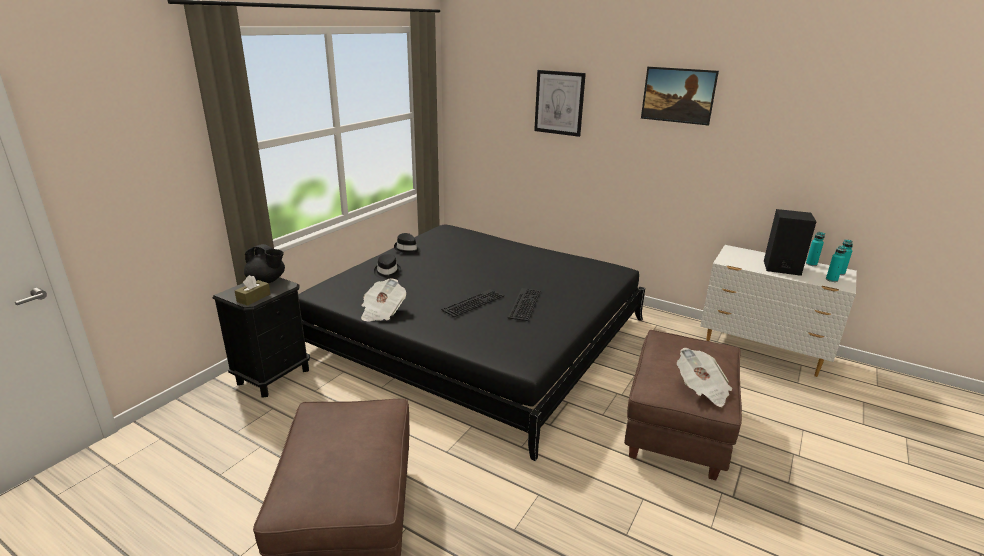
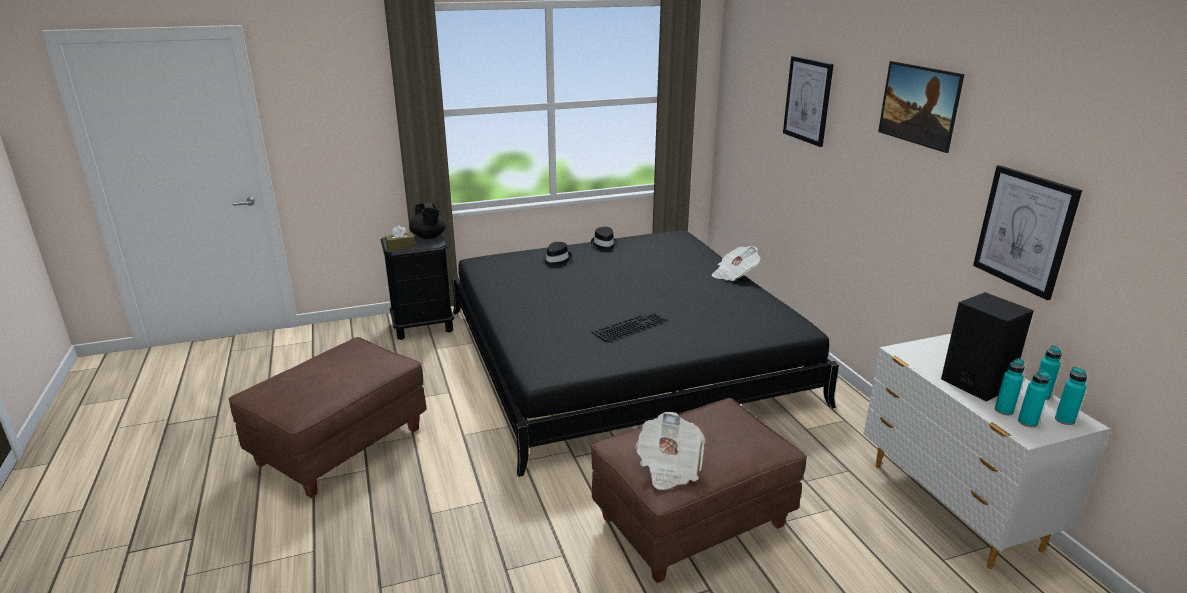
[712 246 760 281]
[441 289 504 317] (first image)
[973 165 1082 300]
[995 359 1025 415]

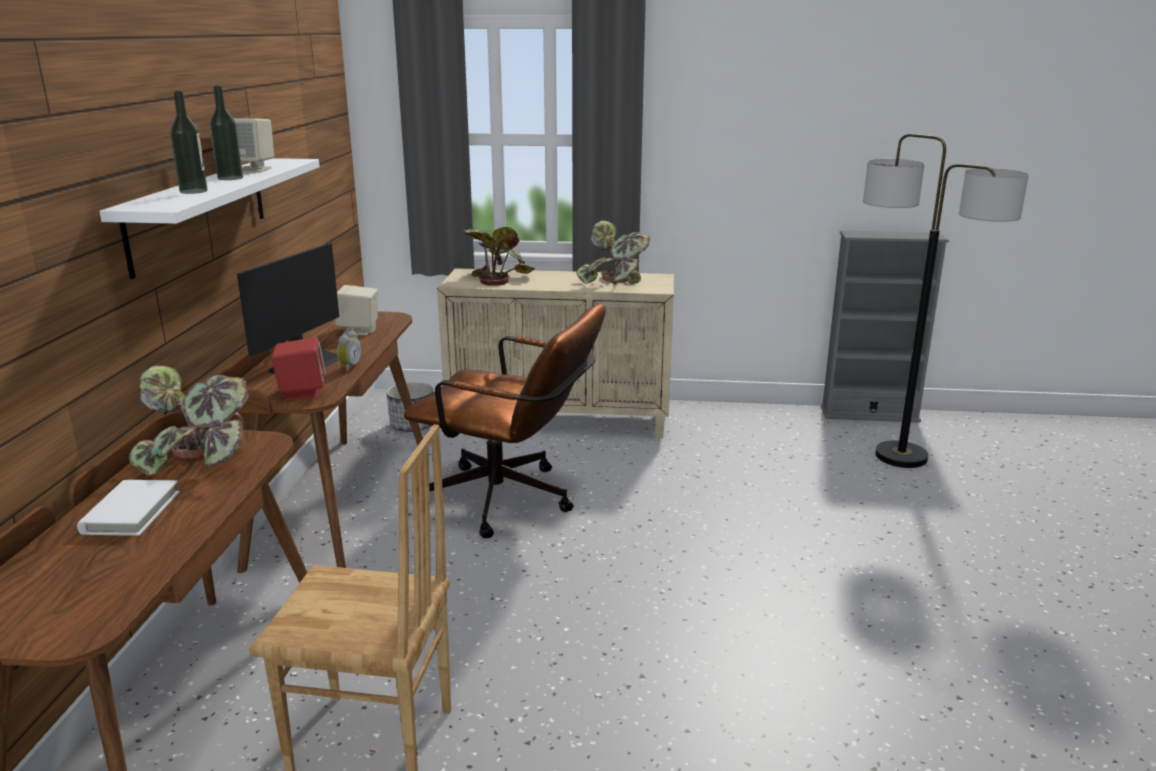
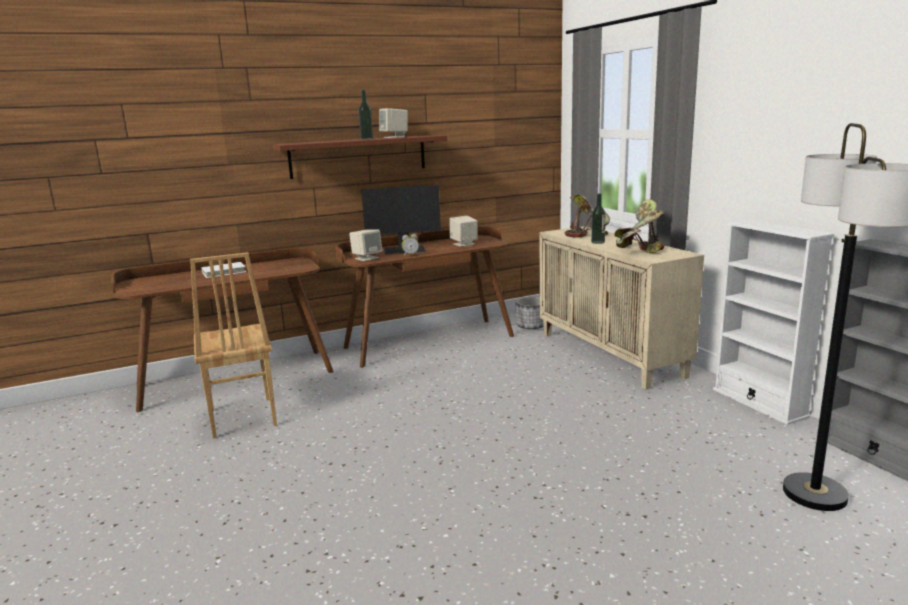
[591 193 606 244]
[273 135 447 179]
[404 304 606 538] (first image)
[349 229 382 261]
[129 366 249 475] (first image)
[713 220 834 425]

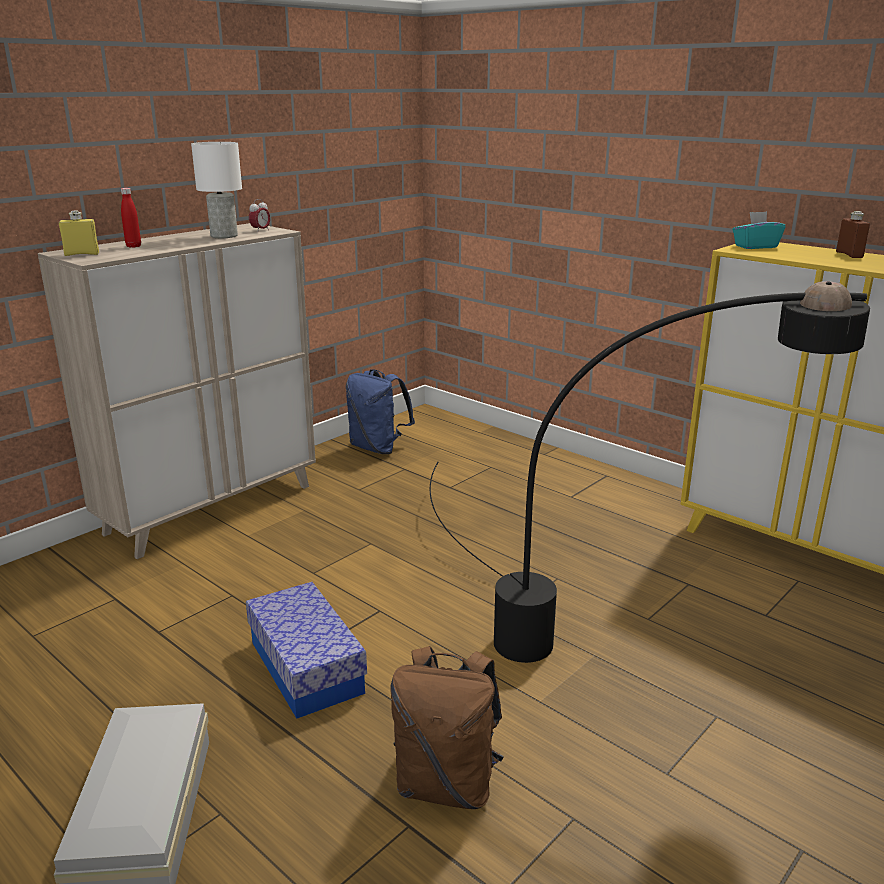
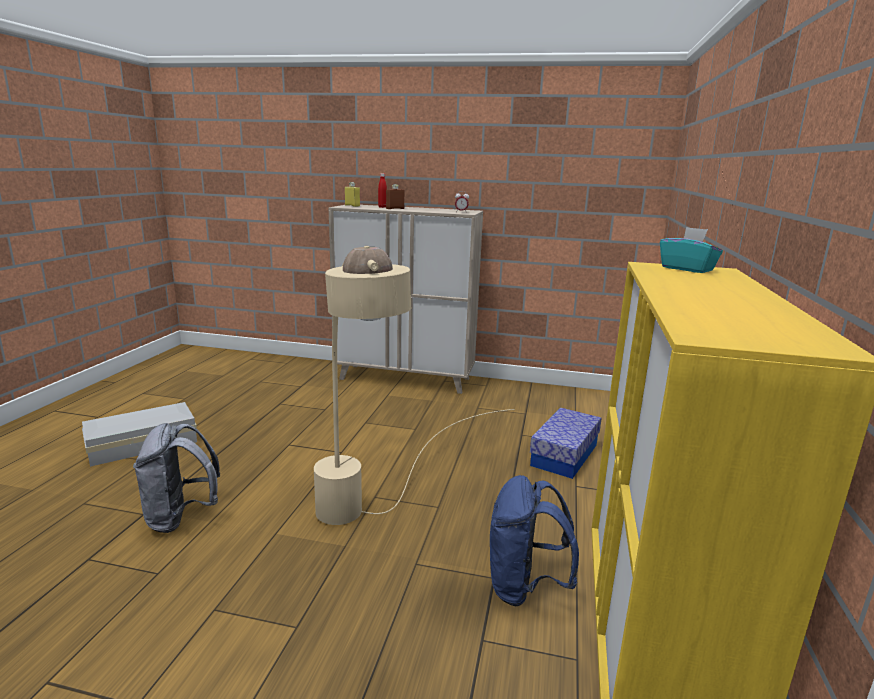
[191 142 242 238] (first image)
[386 184 405 209]
[314 246 515 525]
[490 475 579 606]
[530 407 602 479]
[133 423 221 533]

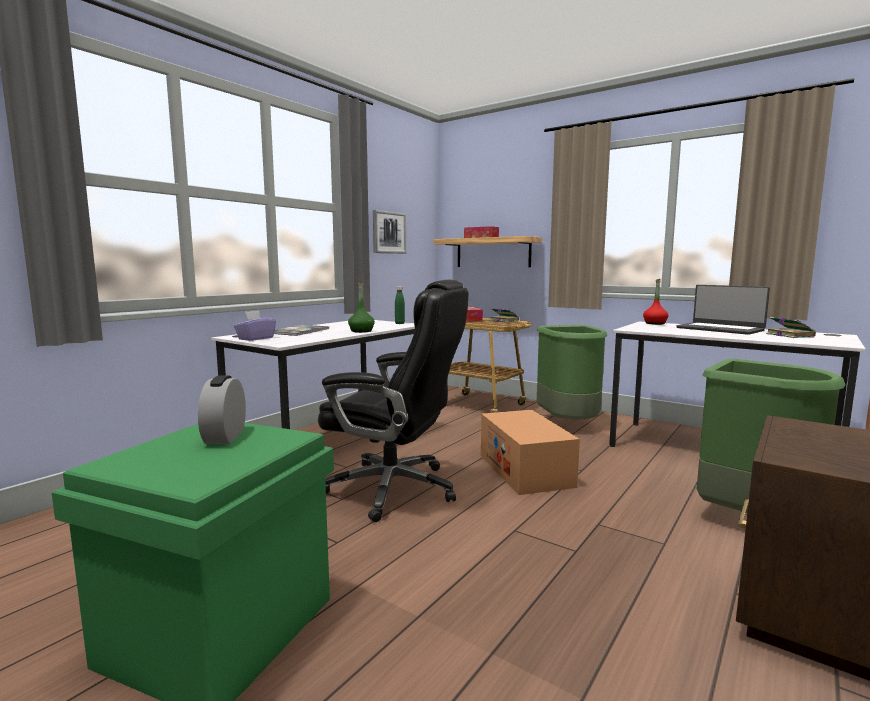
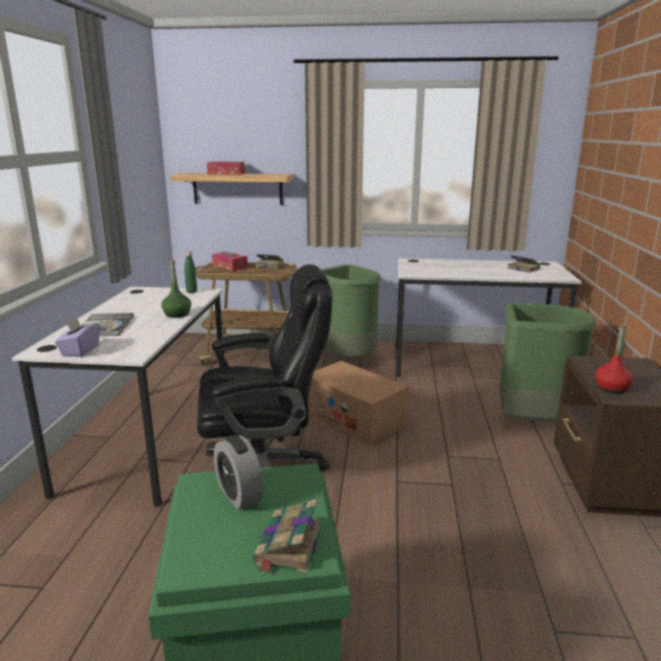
[373 210 406 254] (first image)
[595 325 633 393]
[676 285 770 335] (first image)
[252 499 322 574]

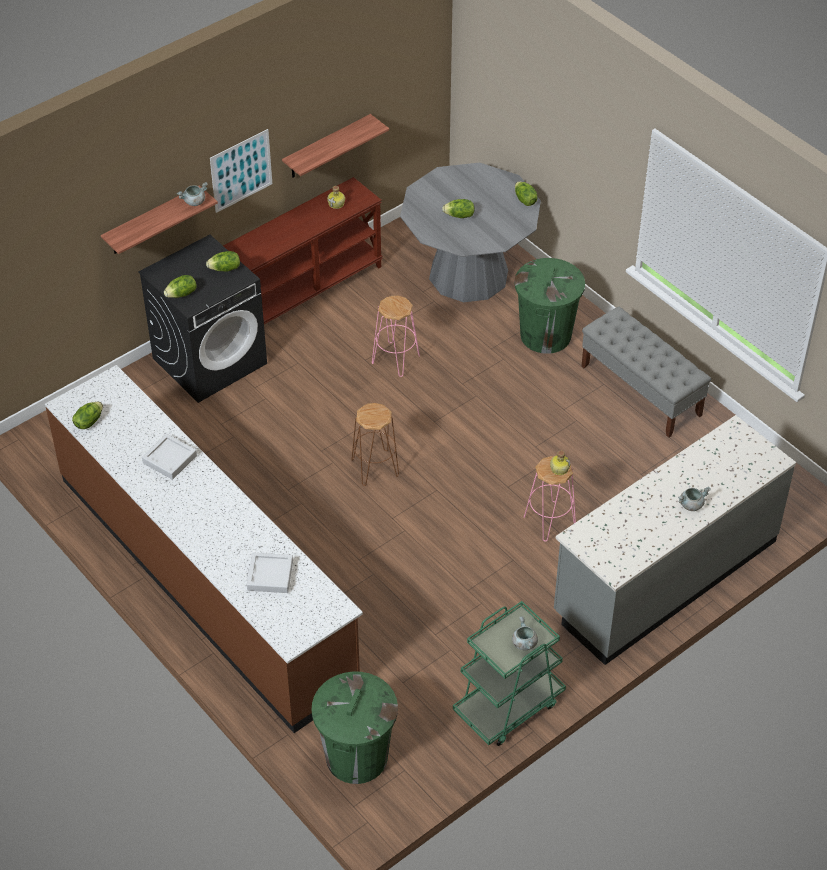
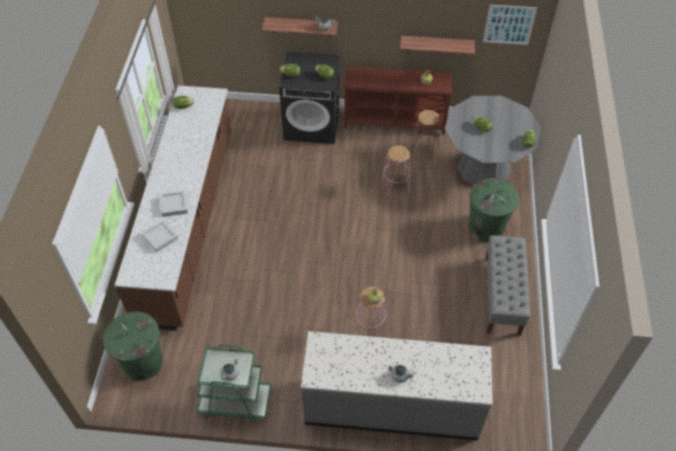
[483 5 537 45]
[410 110 440 160]
[160 190 188 217]

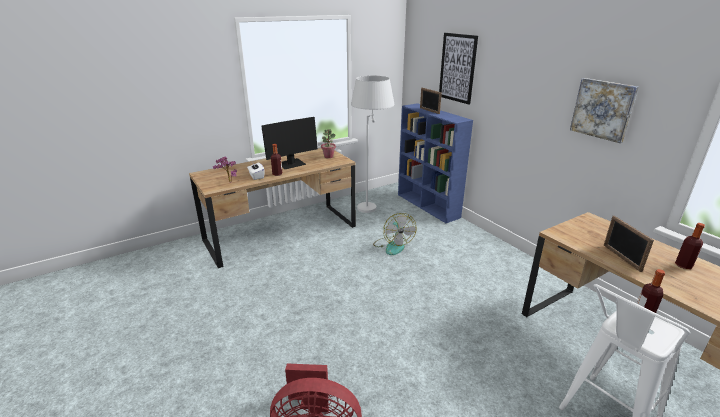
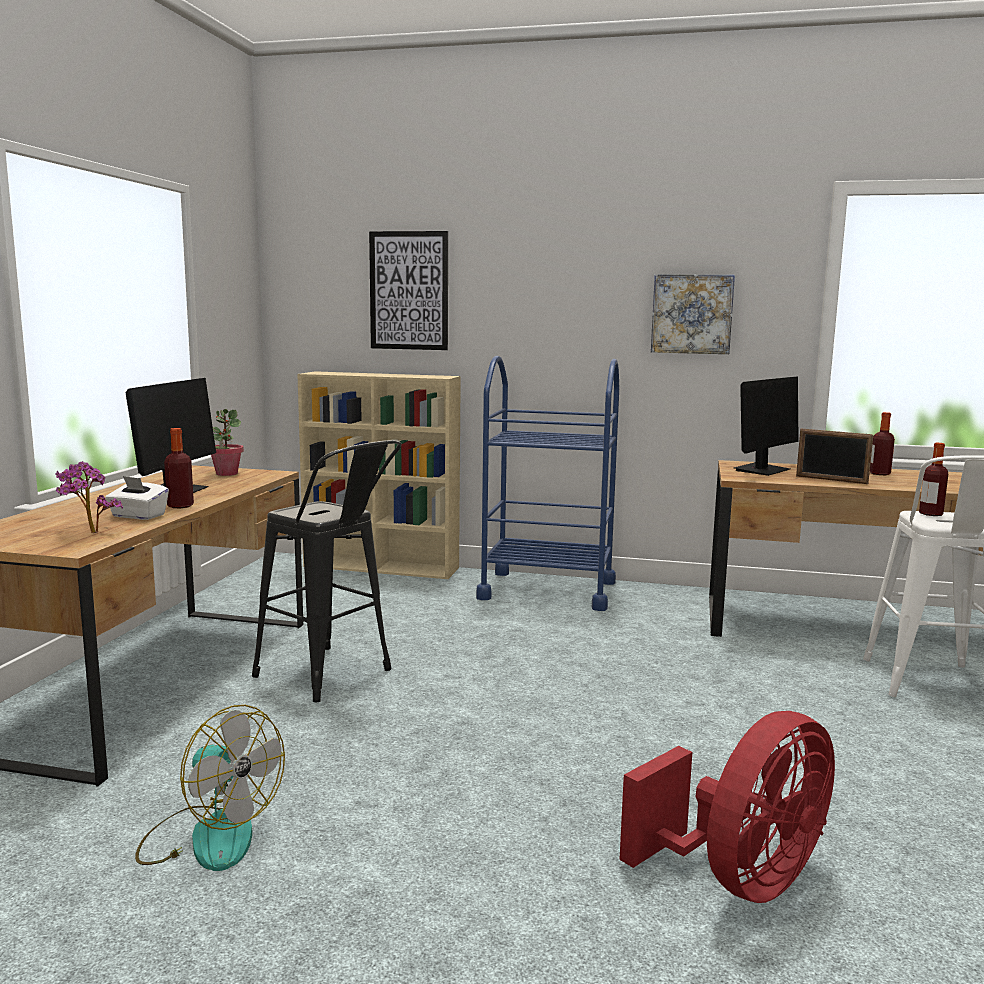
[351 76 394 213] (first image)
[420 88 442 114] (first image)
[297 371 461 579]
[135 705 285 871]
[476 356 619 611]
[734 377 799 476]
[252 440 402 702]

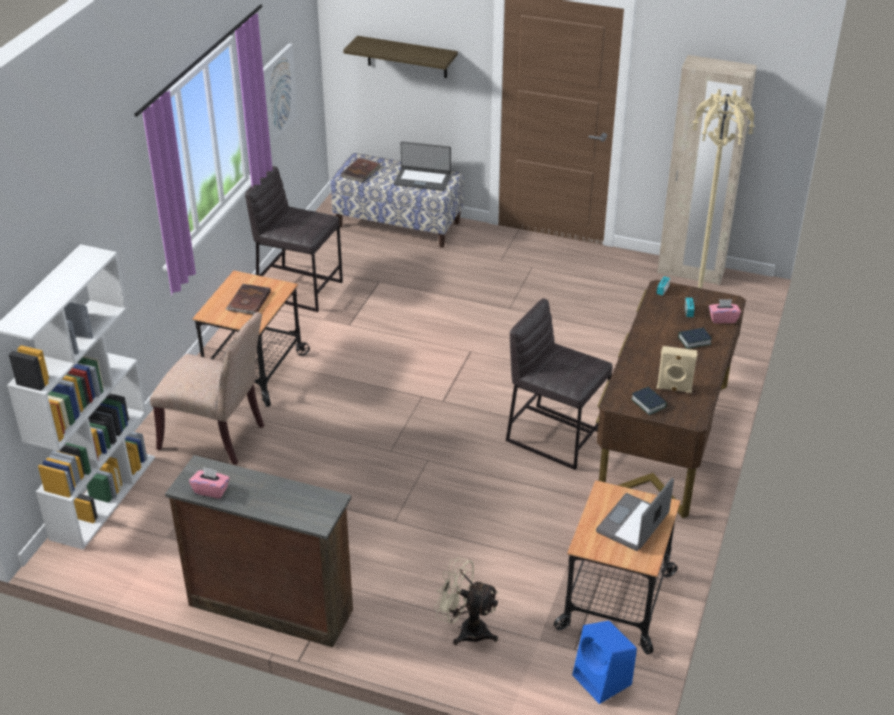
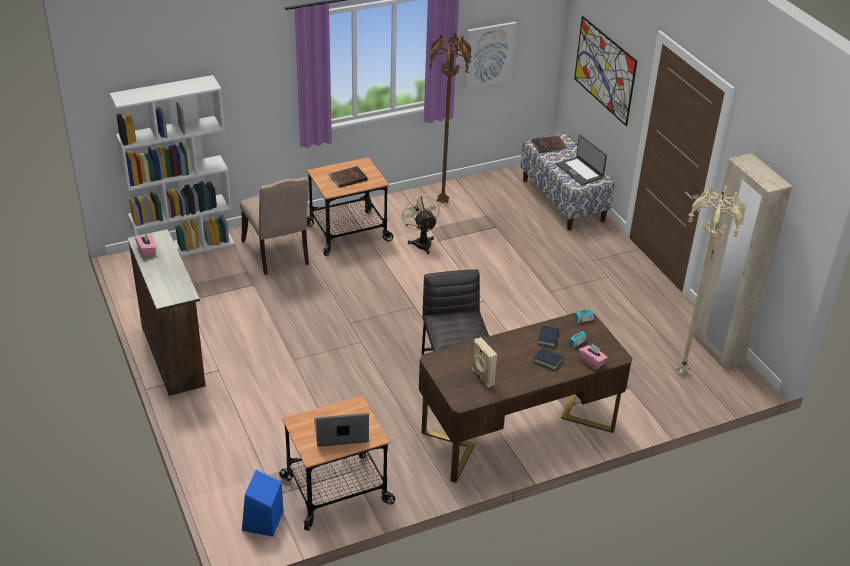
[574 16 637 126]
[429 32 472 204]
[537 325 559 348]
[400 192 440 254]

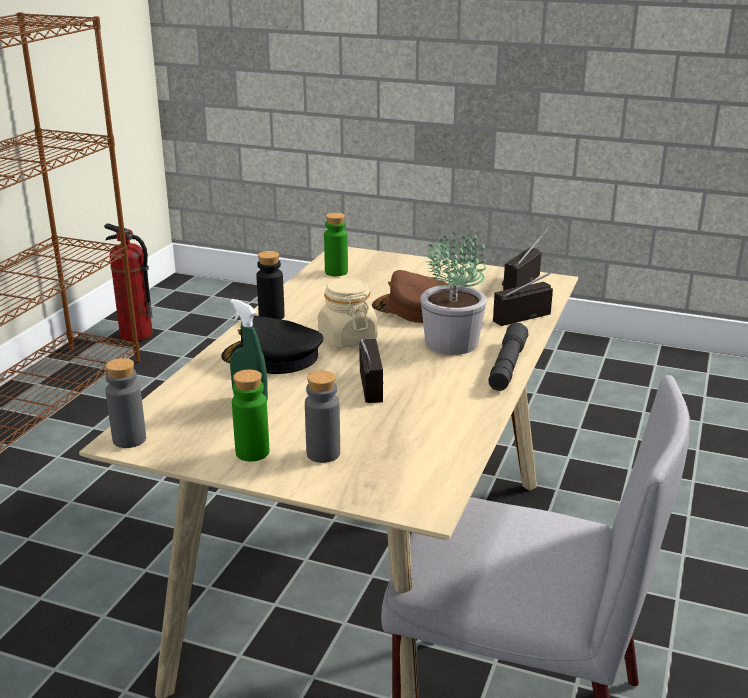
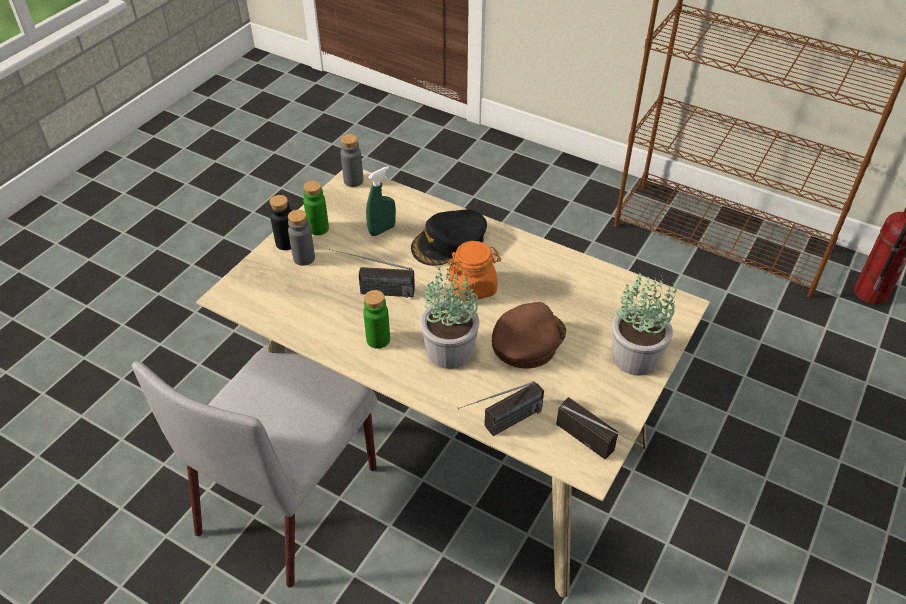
[363 290 390 349]
[269 195 291 250]
[458 381 544 436]
[446 241 501 302]
[411 209 487 266]
[488 322 529 391] (first image)
[612 272 677 376]

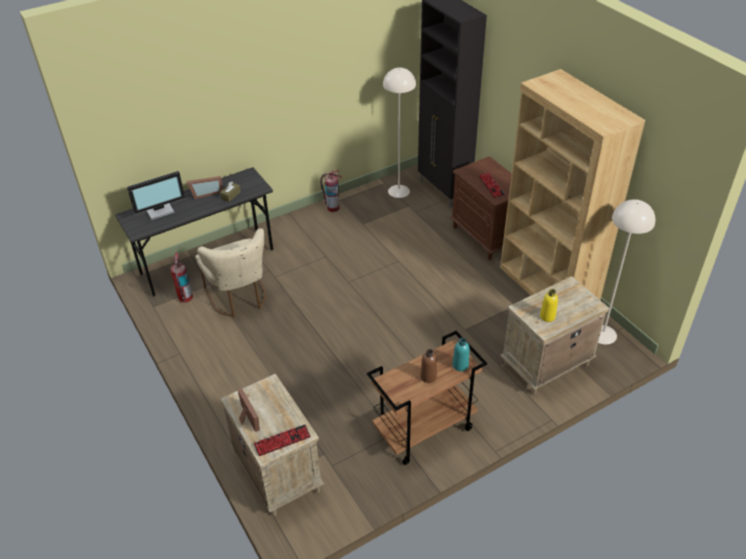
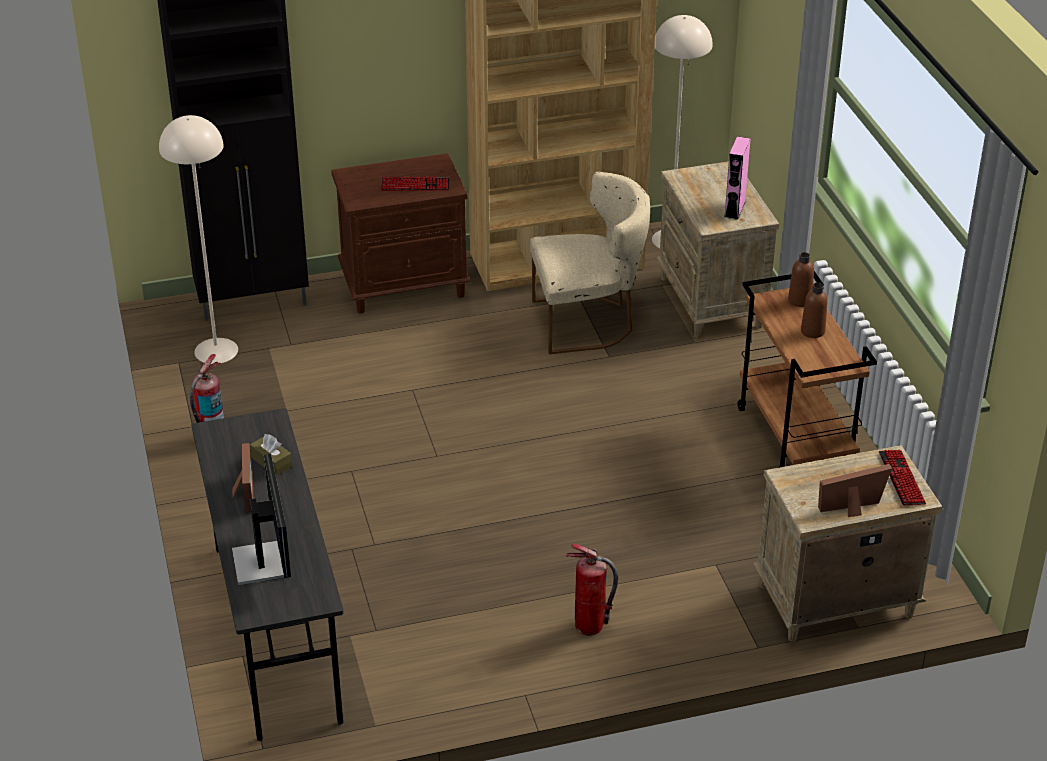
[530 172 650 354]
[566 544 618 636]
[724 136 751 220]
[788 252 814 307]

